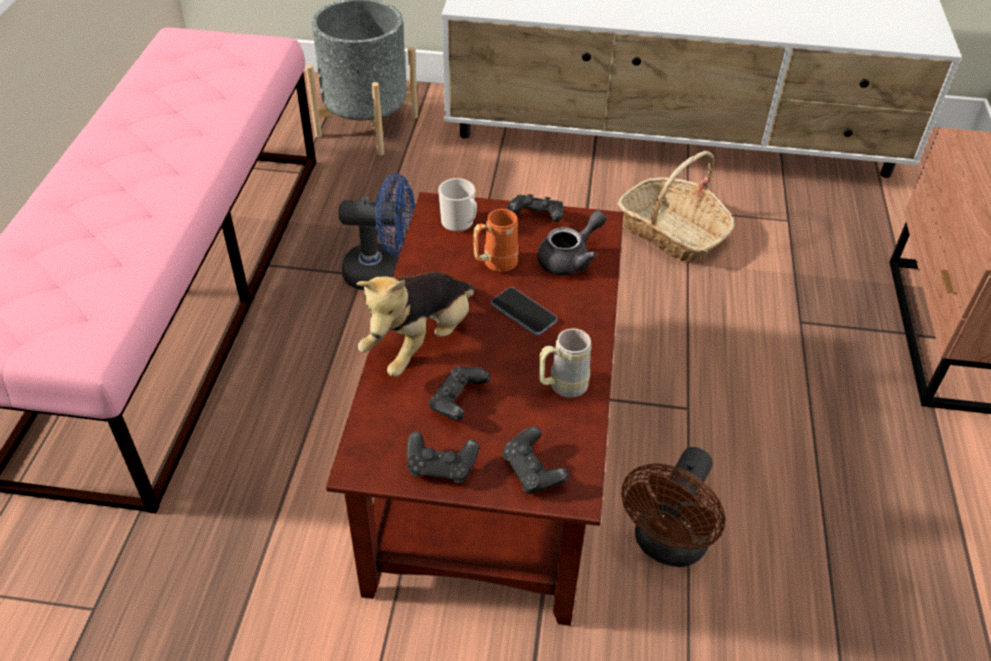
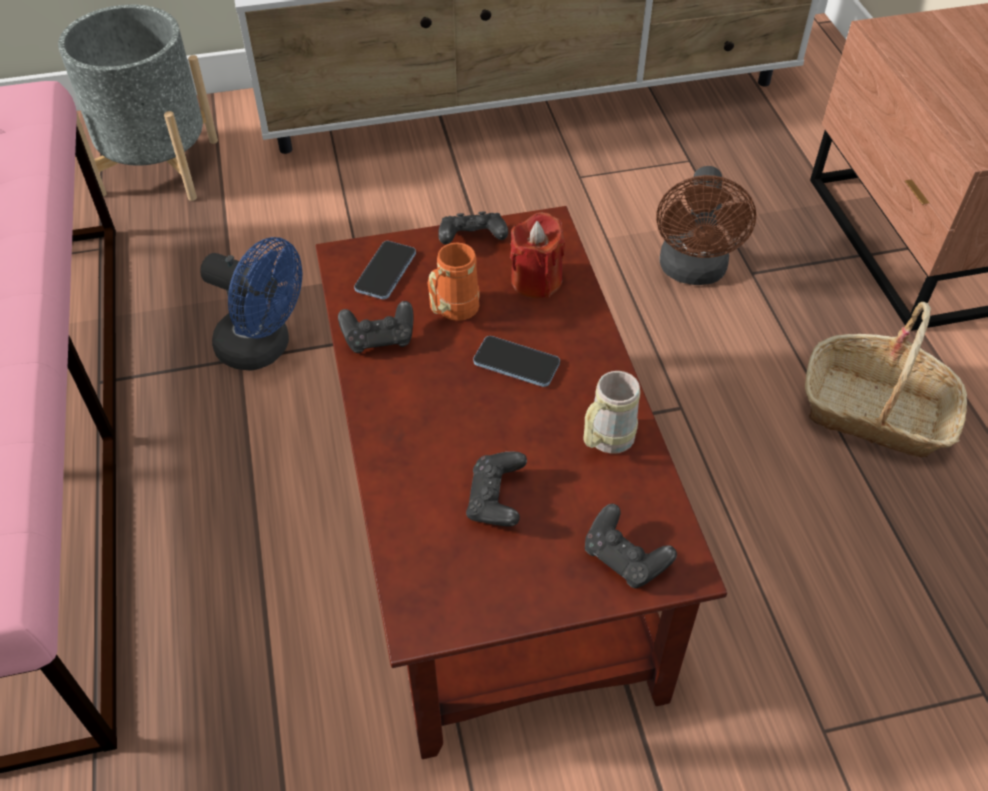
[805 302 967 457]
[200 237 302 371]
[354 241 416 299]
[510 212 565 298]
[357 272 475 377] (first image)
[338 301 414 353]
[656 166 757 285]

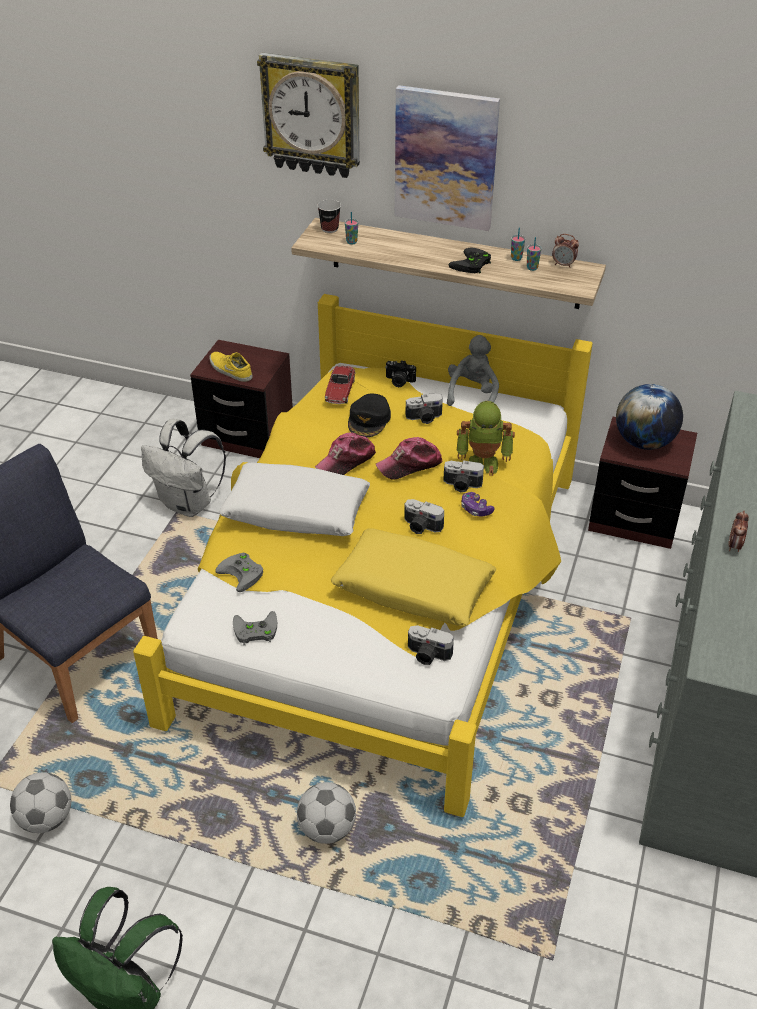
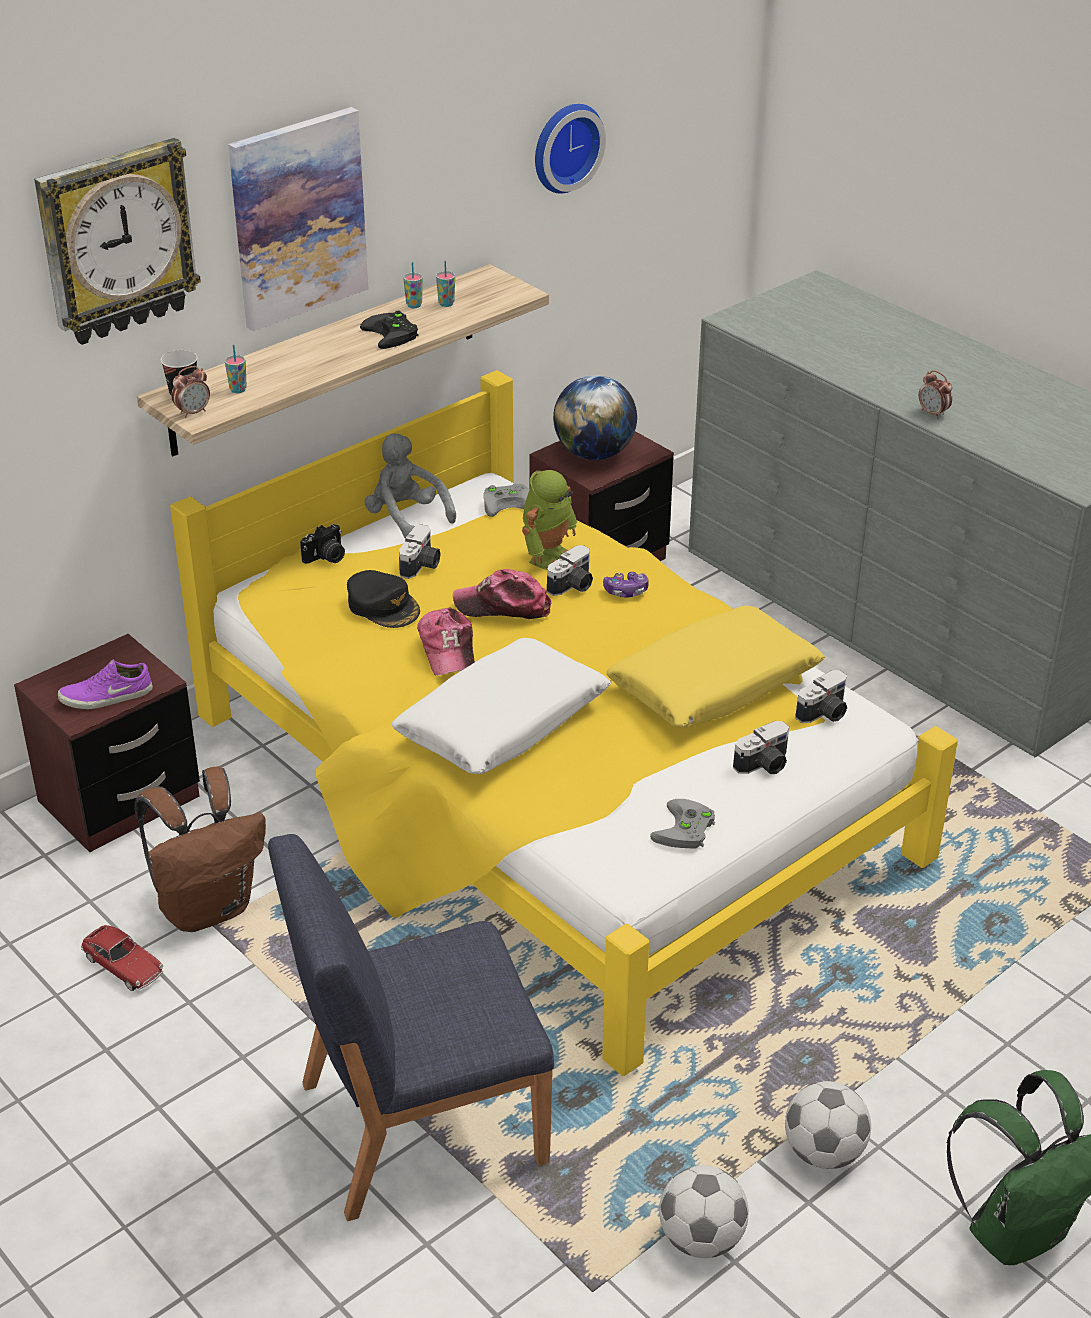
[171 366 210 418]
[58 659 153 709]
[81 925 163 991]
[135 766 266 932]
[453 569 552 619]
[733 721 789 774]
[483 484 530 517]
[785 1081 871 1169]
[535 104 606 194]

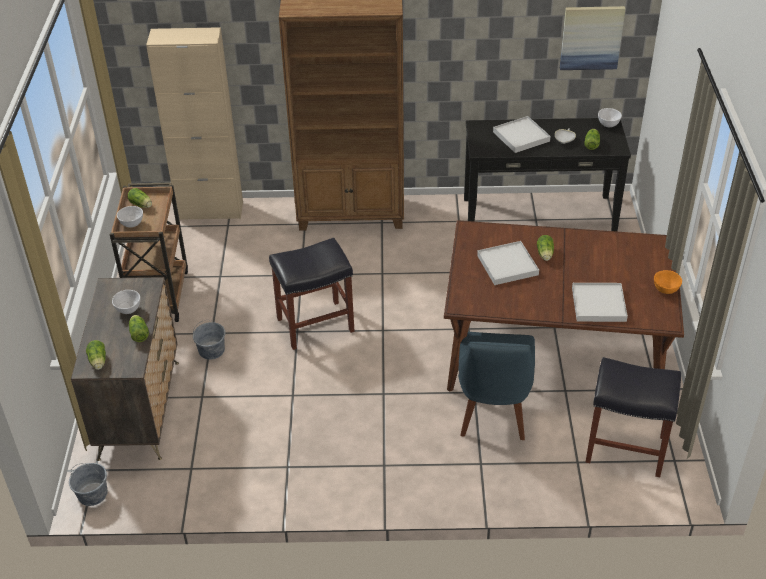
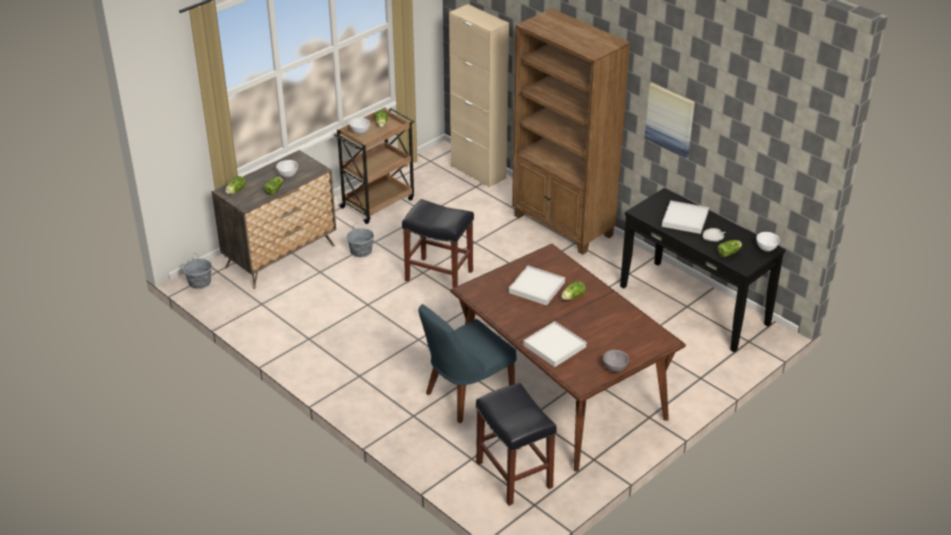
[645 83 695 158]
[603 350 629 372]

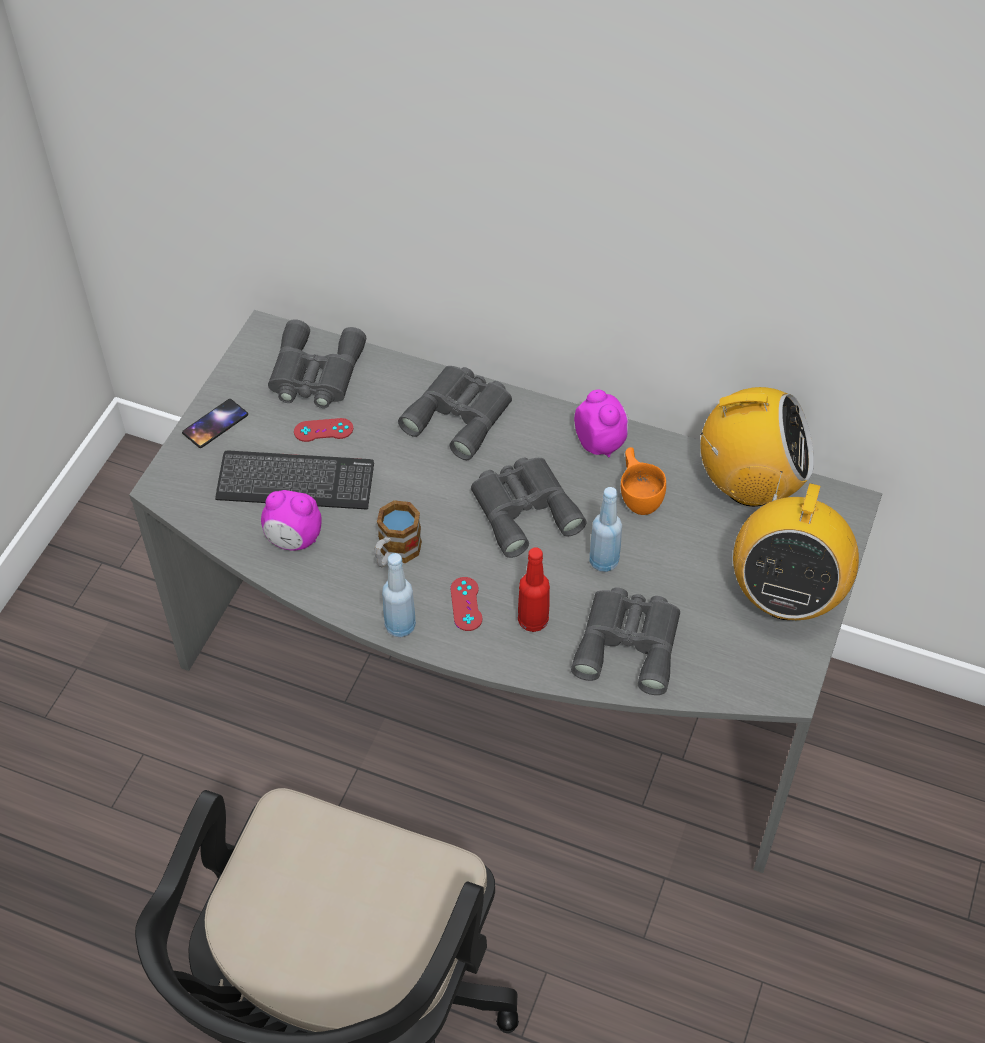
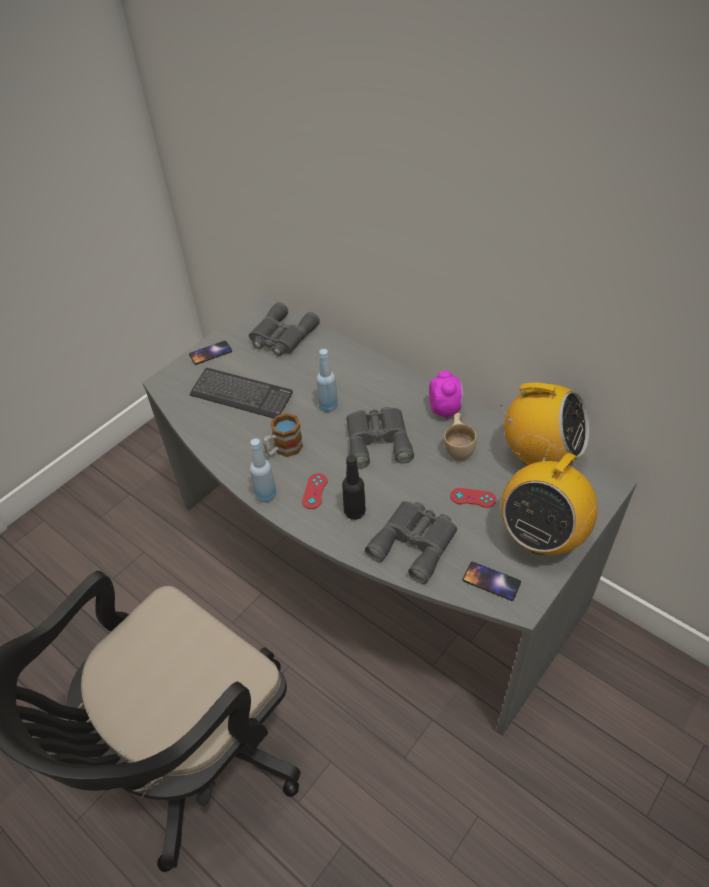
[398 366 512 460] (first image)
[450 488 496 508]
[444 413 477 461]
[316 349 338 412]
[261 490 322 551] (first image)
[342 455 366 520]
[462 562 521 601]

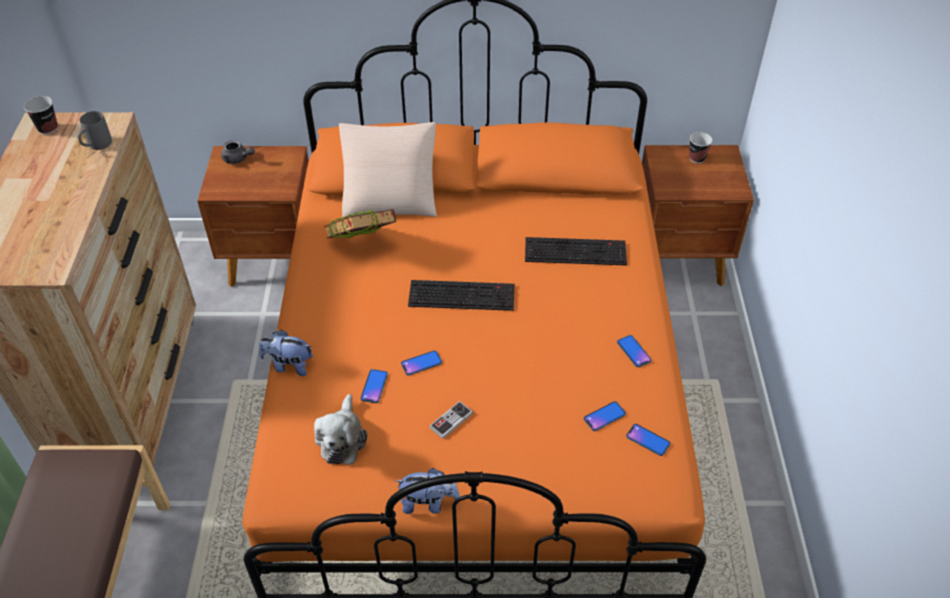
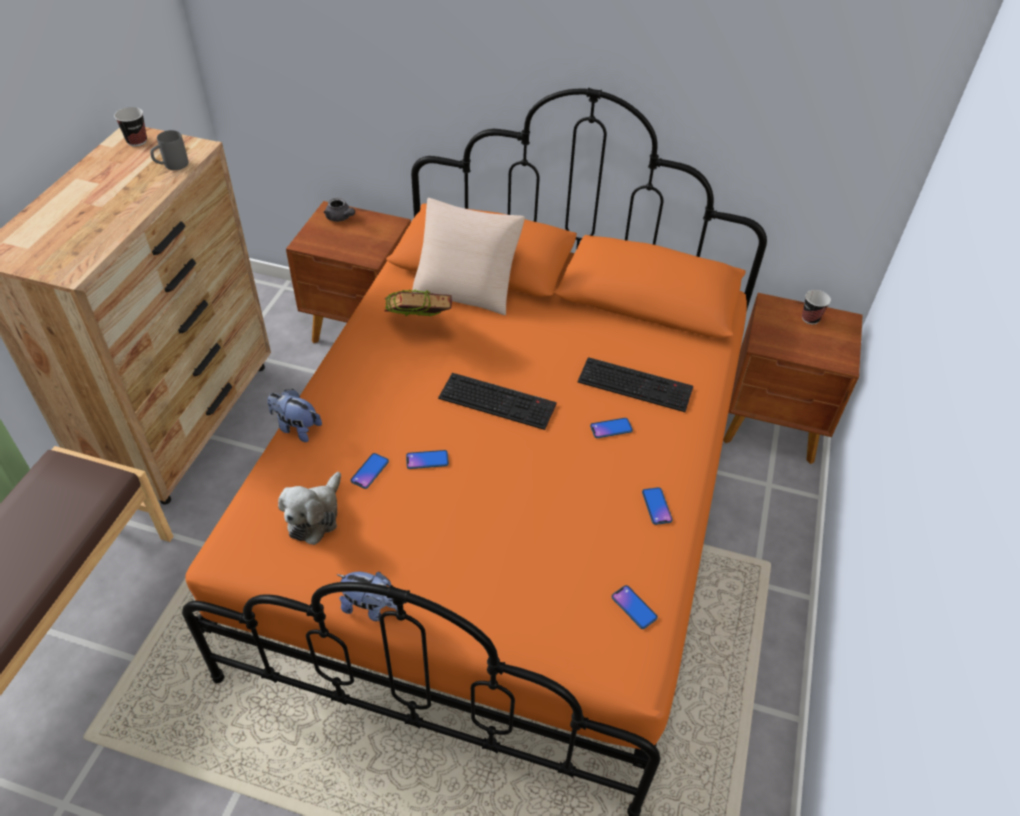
[429 401 473 439] (first image)
[590 418 633 438]

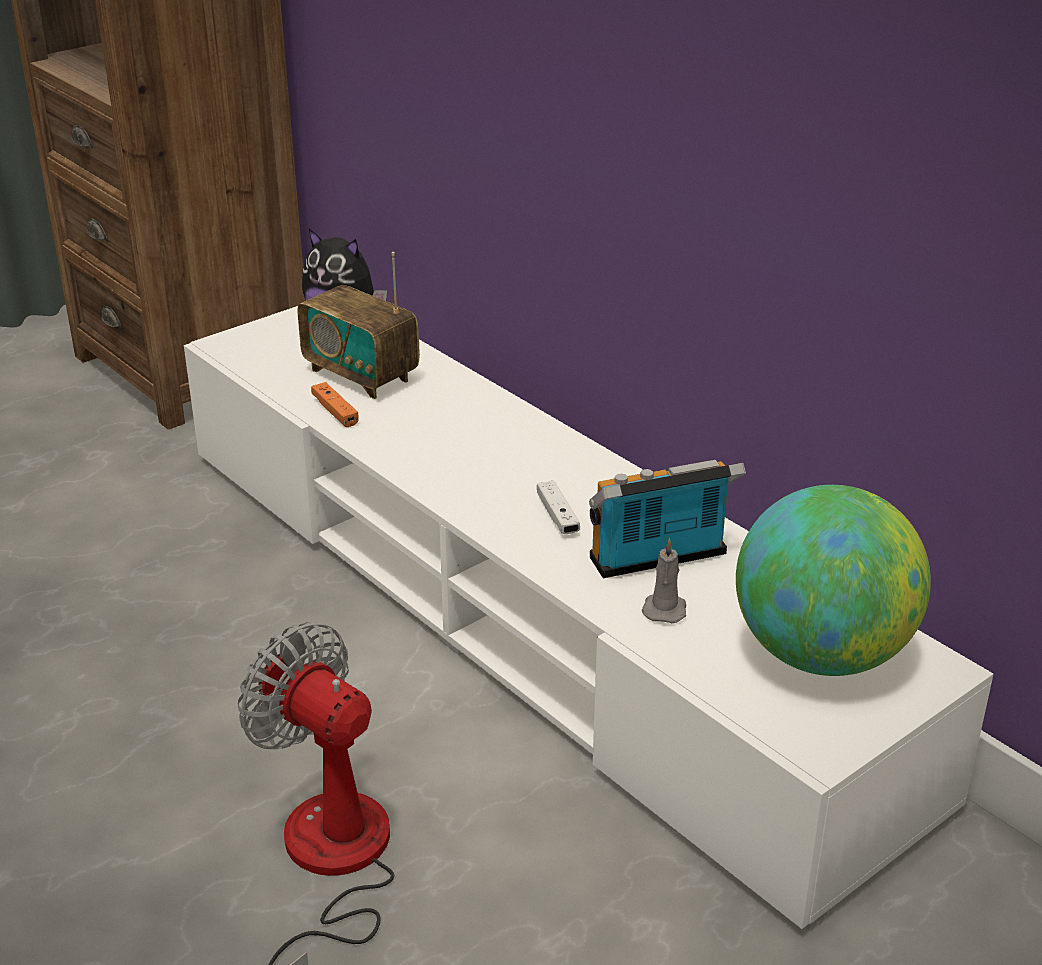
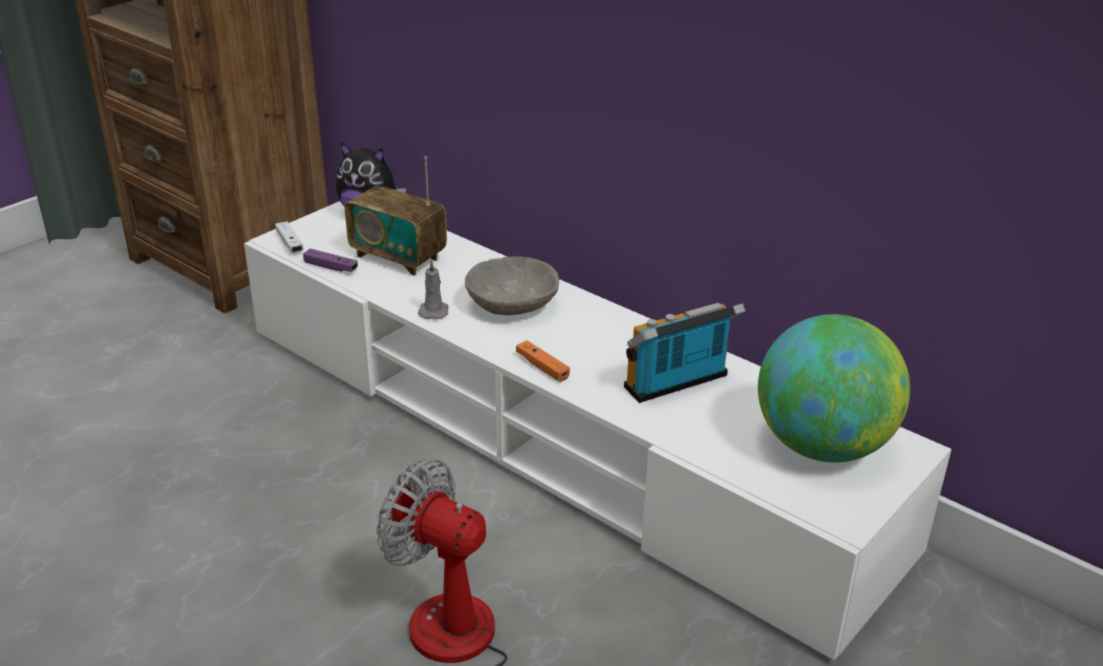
[516 341 570 382]
[275 221 304 253]
[418 259 449 319]
[303 248 358 272]
[465 256 559 315]

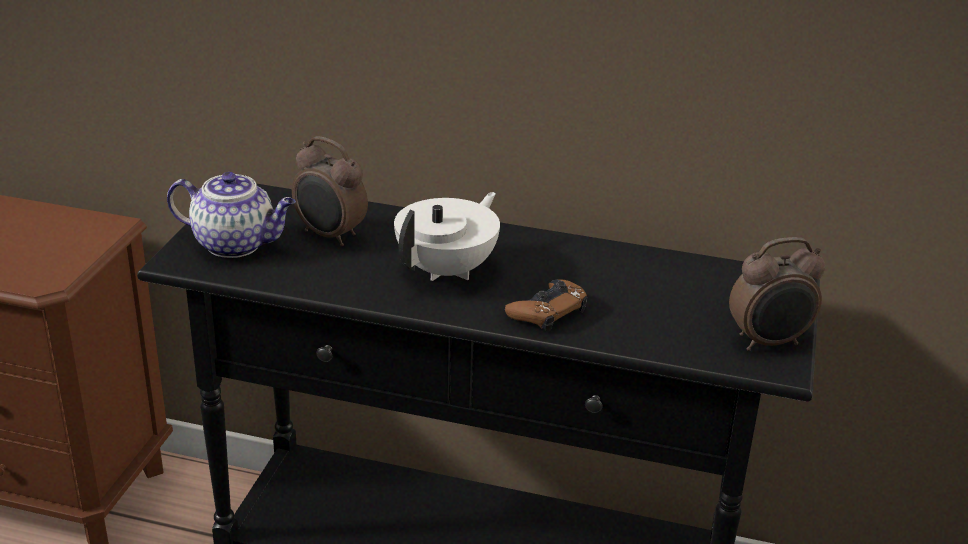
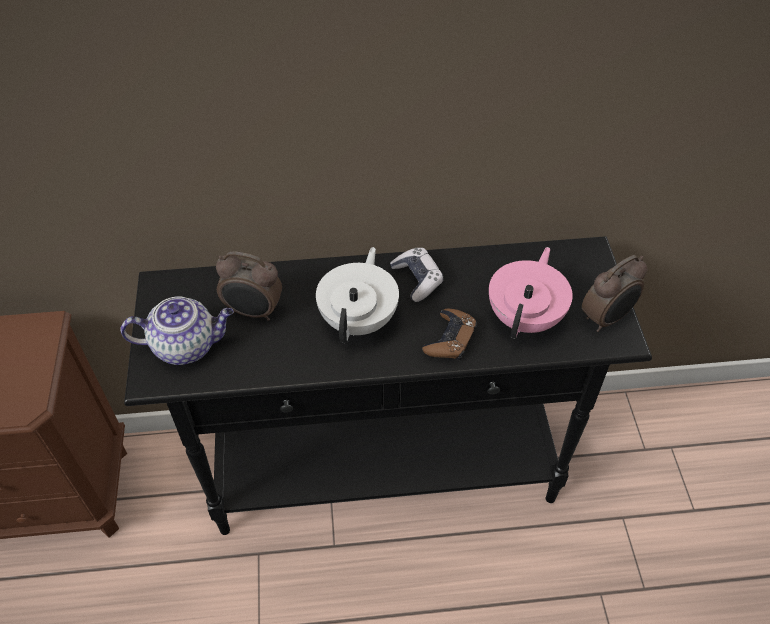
[489 247 573 339]
[390 248 444 302]

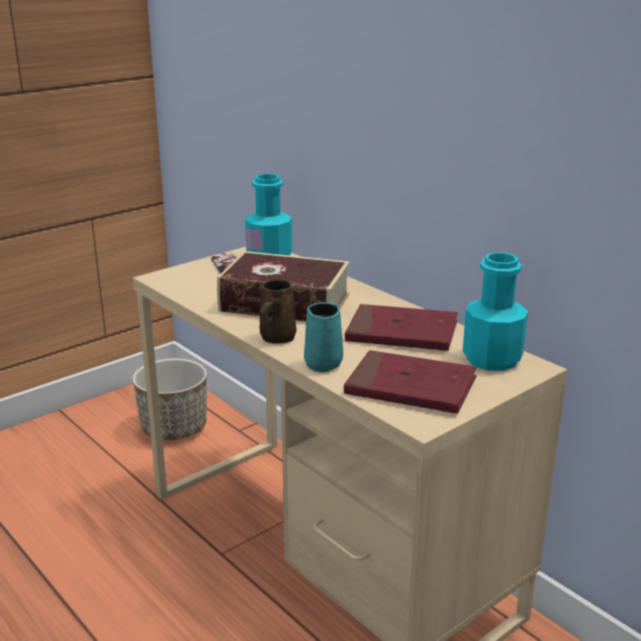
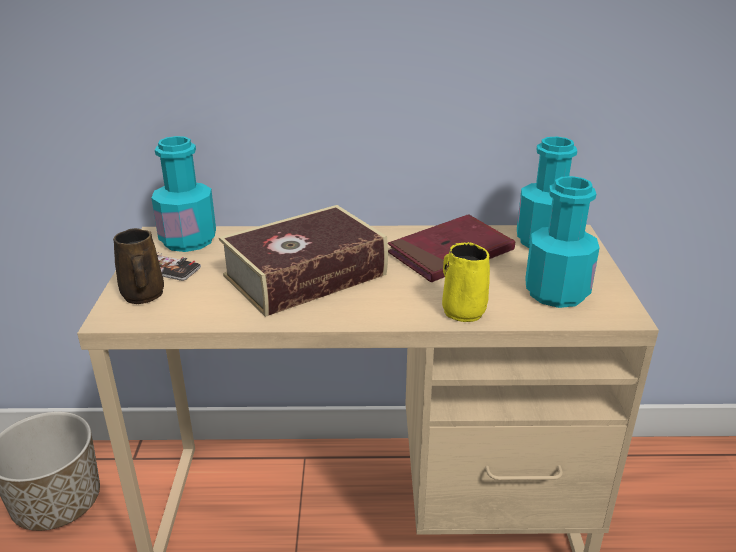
[113 228 164 304]
[442 242 490 322]
[525 176 600 308]

